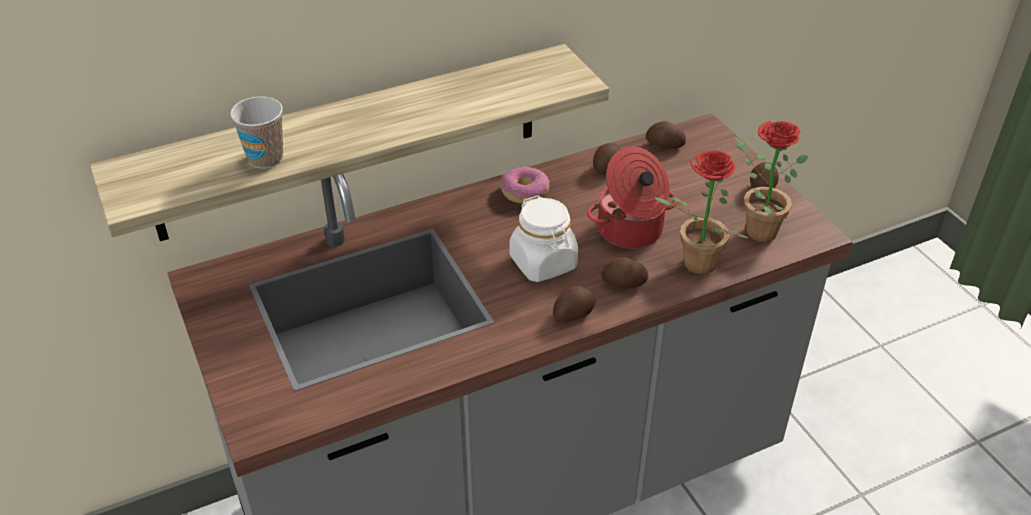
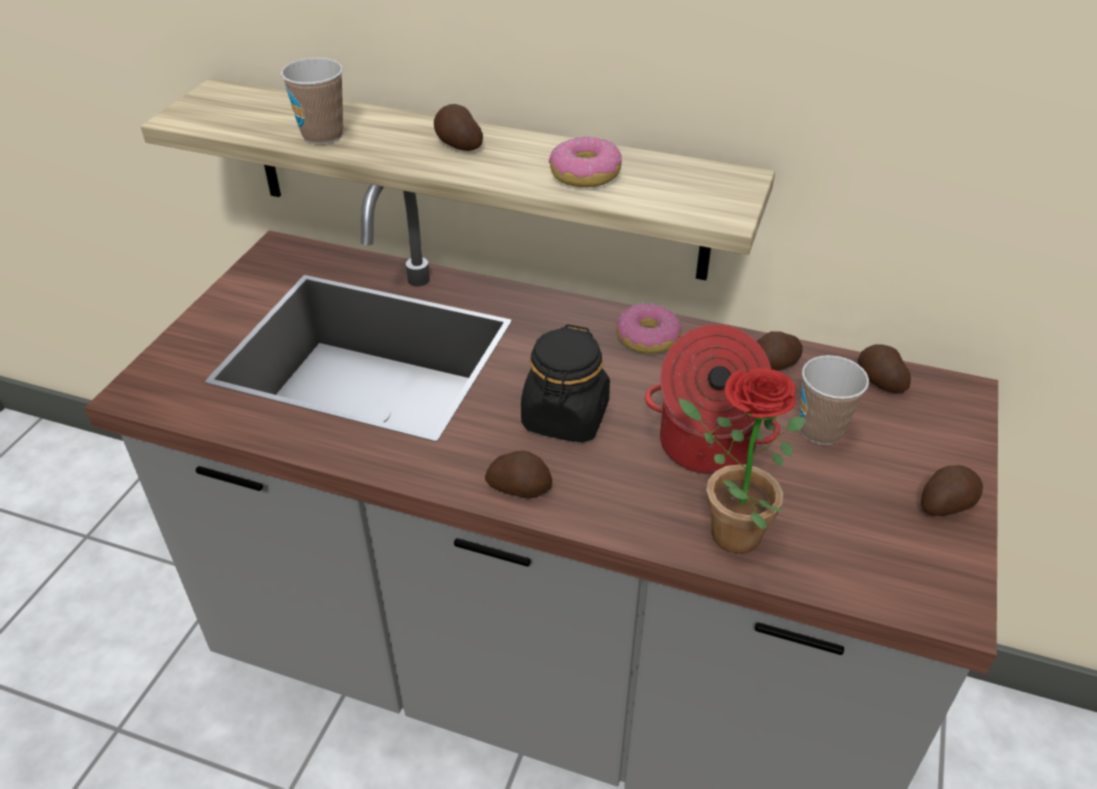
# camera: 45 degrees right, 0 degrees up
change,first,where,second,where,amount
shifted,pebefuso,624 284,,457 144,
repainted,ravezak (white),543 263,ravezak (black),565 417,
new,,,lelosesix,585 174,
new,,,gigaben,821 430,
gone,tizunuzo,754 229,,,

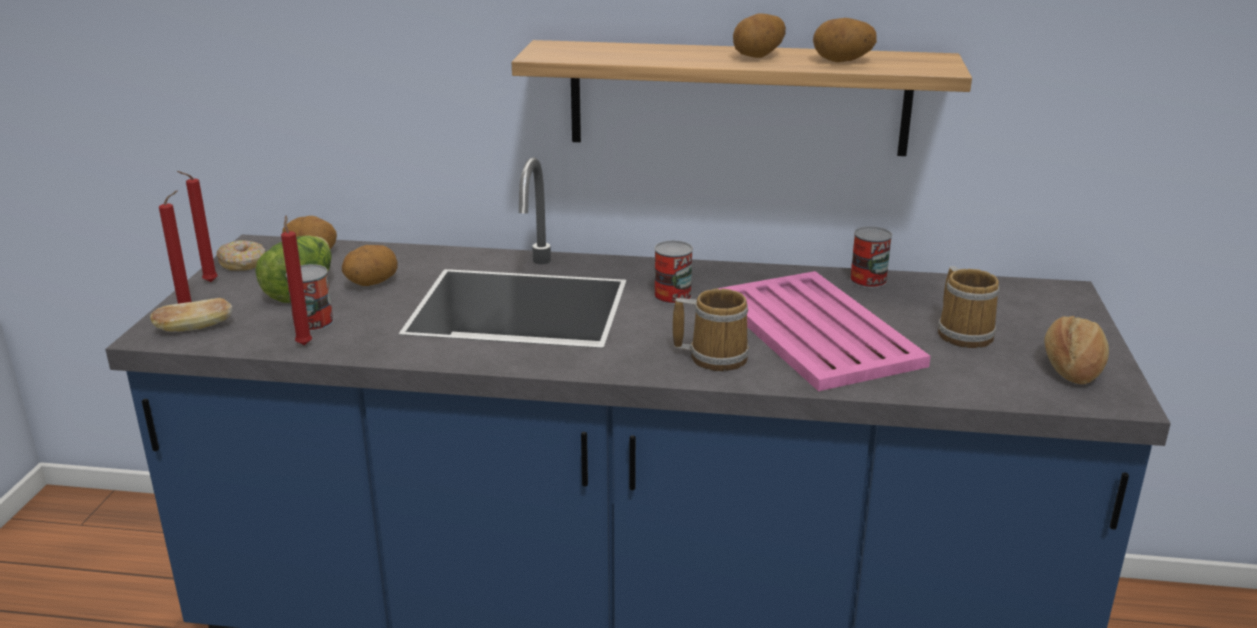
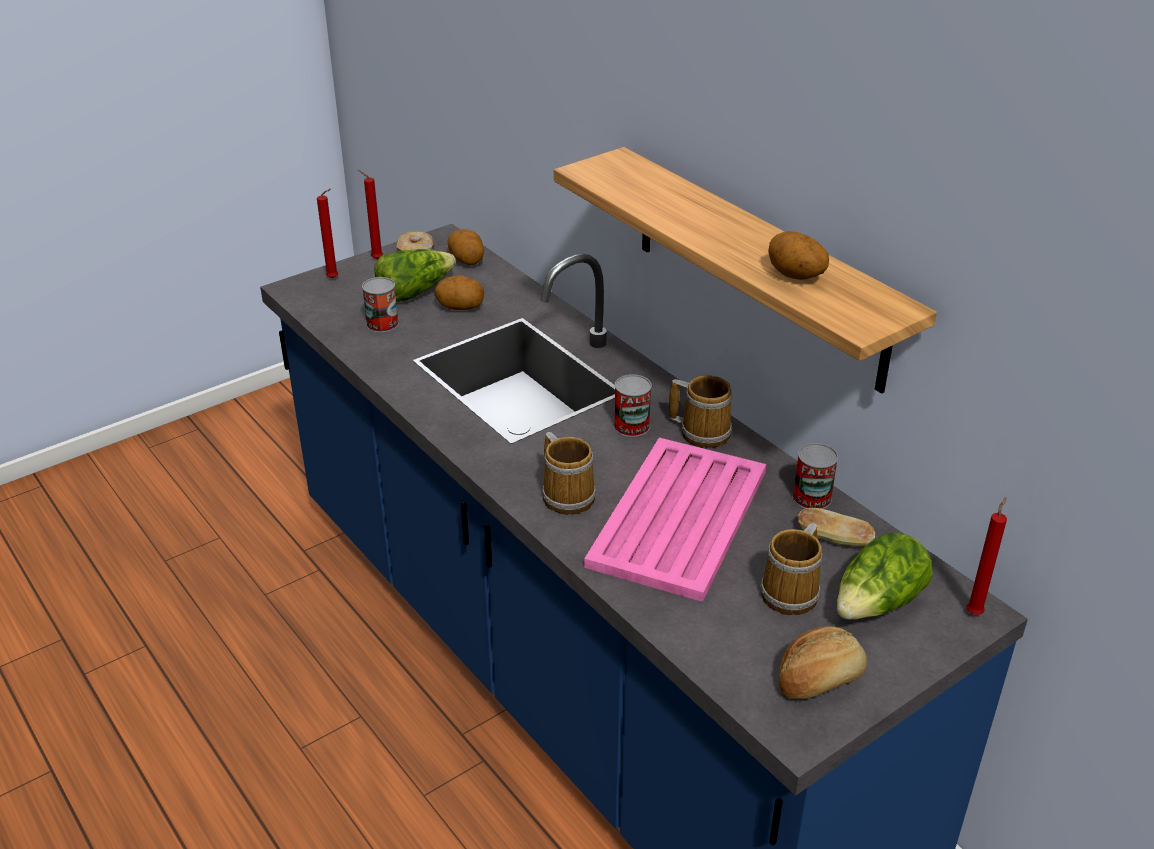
# camera: 45 degrees right, 10 degrees up
change,first,where,second,where,amount
new,,,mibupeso,702 431,
shifted,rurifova,194 328,,834 539,
new,,,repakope,878 604,
shifted,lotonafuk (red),304 344,,975 612,
gone,pebefuso,758 56,,,

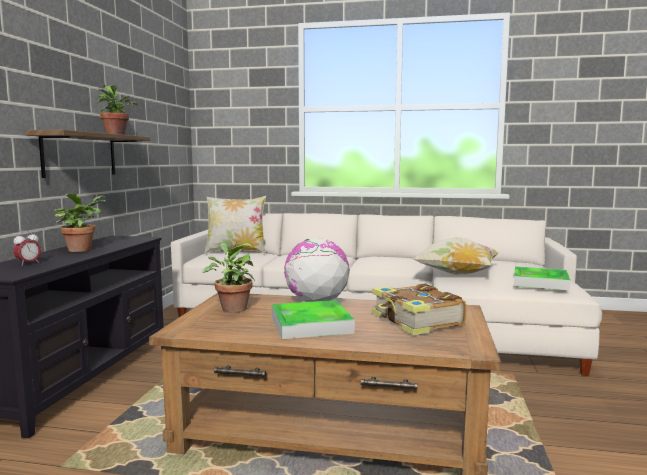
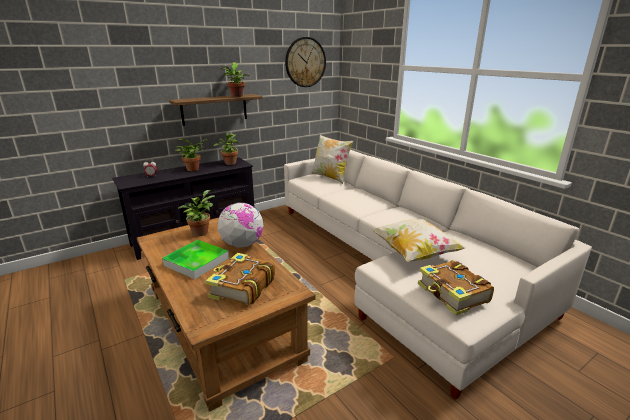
# camera: 45 degrees right, 15 degrees up
change,first,where,second,where,amount
new,,,tizunuzo,229 163,
new,,,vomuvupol,305 62,
swapped,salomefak,540 282,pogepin,453 294,

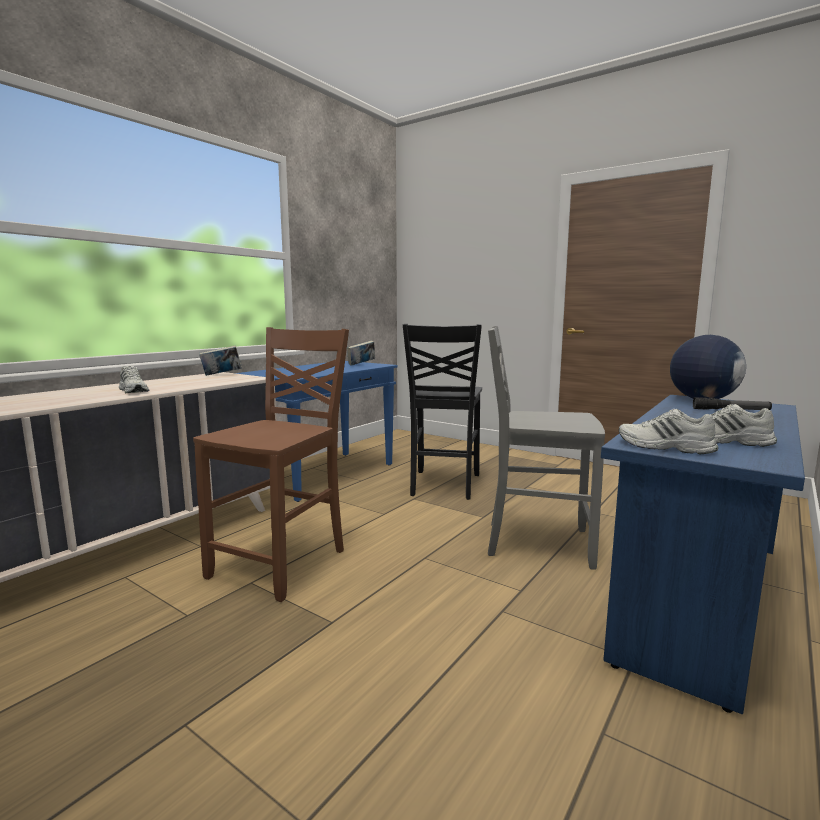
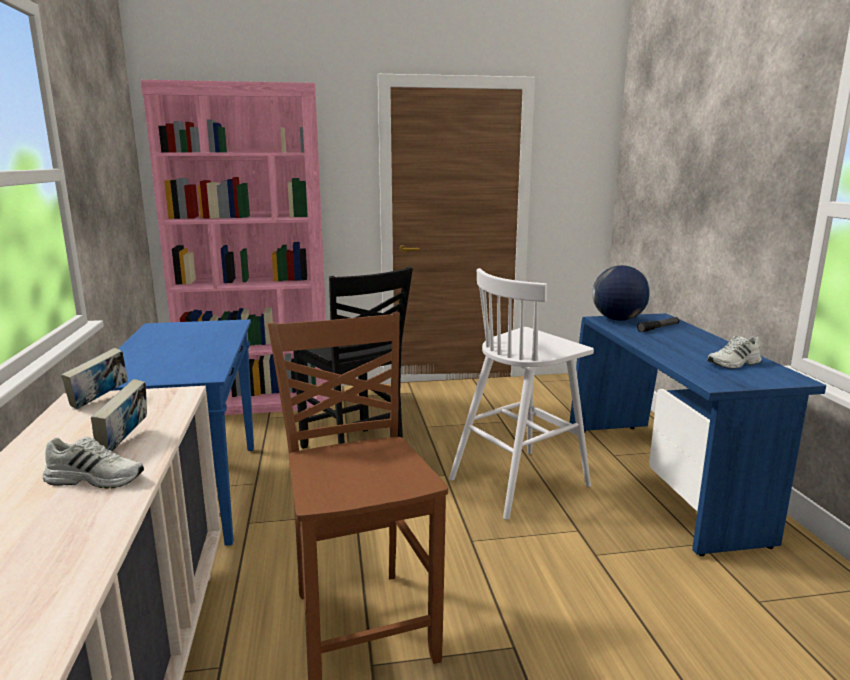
# camera: 45 degrees left, 5 degrees up
change,first,where,second,where,amount
shifted,pogepin,361 364,,125 442,
new,,,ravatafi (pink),260 402,
swapped,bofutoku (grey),536 543,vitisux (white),521 482,
gone,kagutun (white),664 447,,,

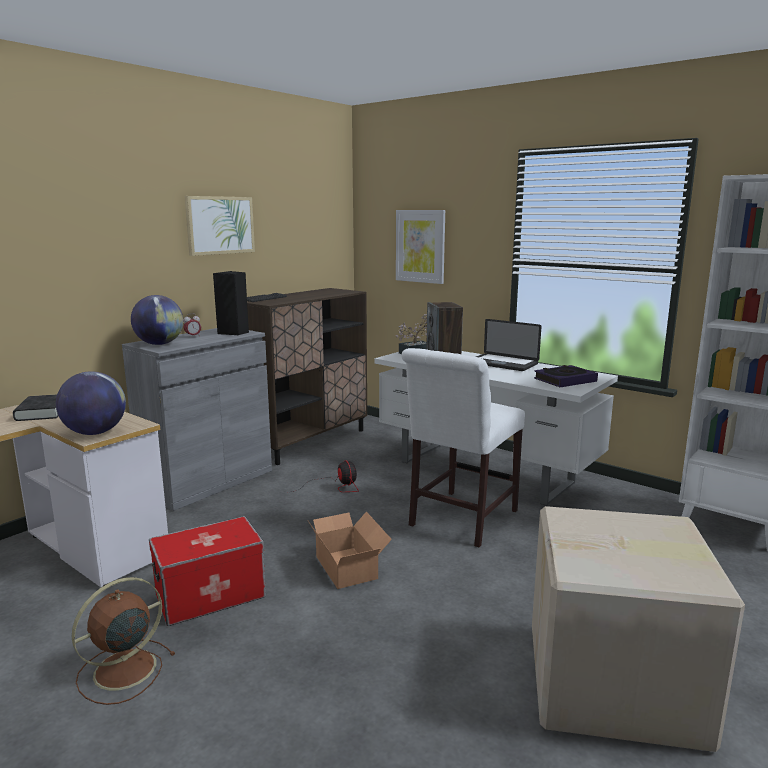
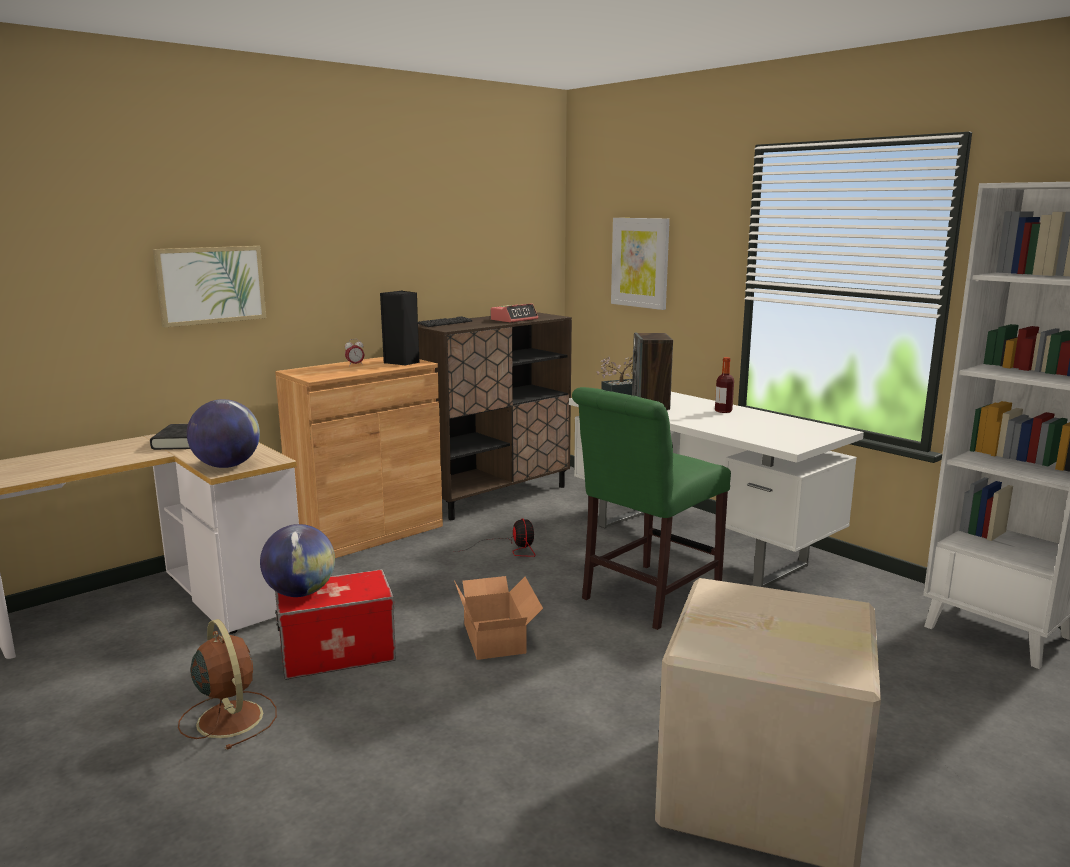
# camera: 10 degrees right, 0 degrees up
change,first,where,second,where,amount
shifted,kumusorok,220 225,,211 285,
rotated,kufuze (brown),122 671,,229 717,90 degrees clockwise
shifted,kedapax,159 344,,300 593,
repainted,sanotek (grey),208 481,sanotek (brown),367 533,
new,,,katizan,514 319,
repainted,bofutoku (white),459 520,bofutoku (green),645 597,
swapped,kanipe,503 363,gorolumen,723 411,
gone,pogepin,565 380,,,

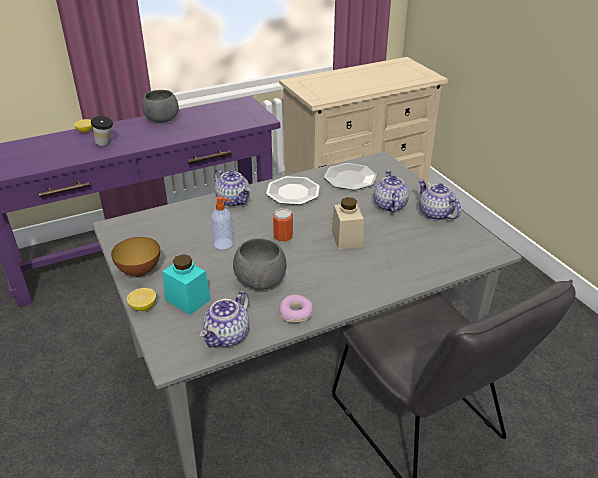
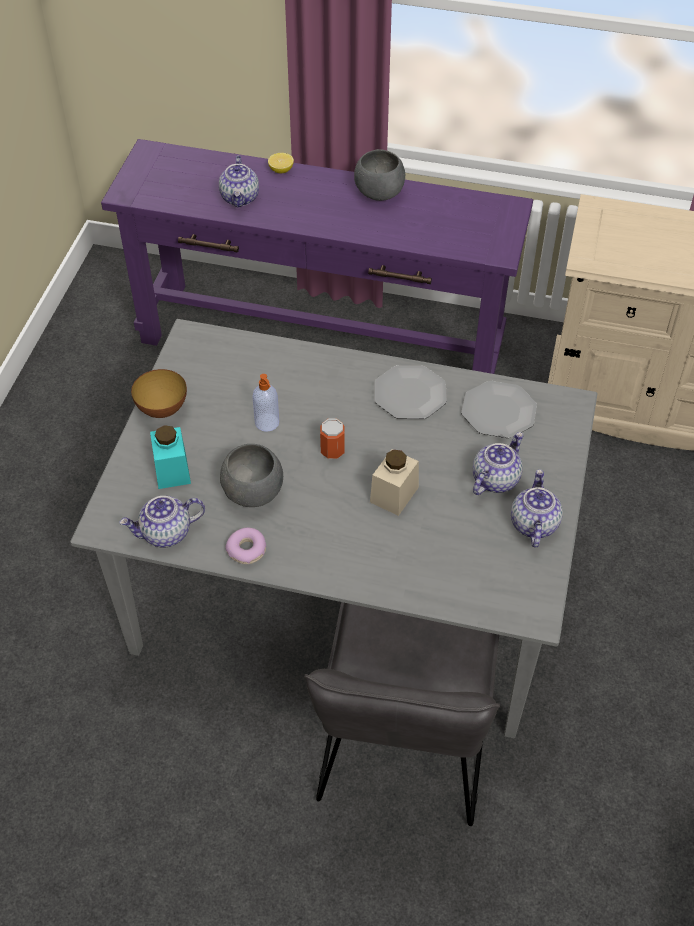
# camera: 40 degrees right, 15 degrees up
change,first,where,second,where,amount
shifted,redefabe,233 200,,240 198,
gone,gigaben,105 144,,,
gone,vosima,143 307,,,

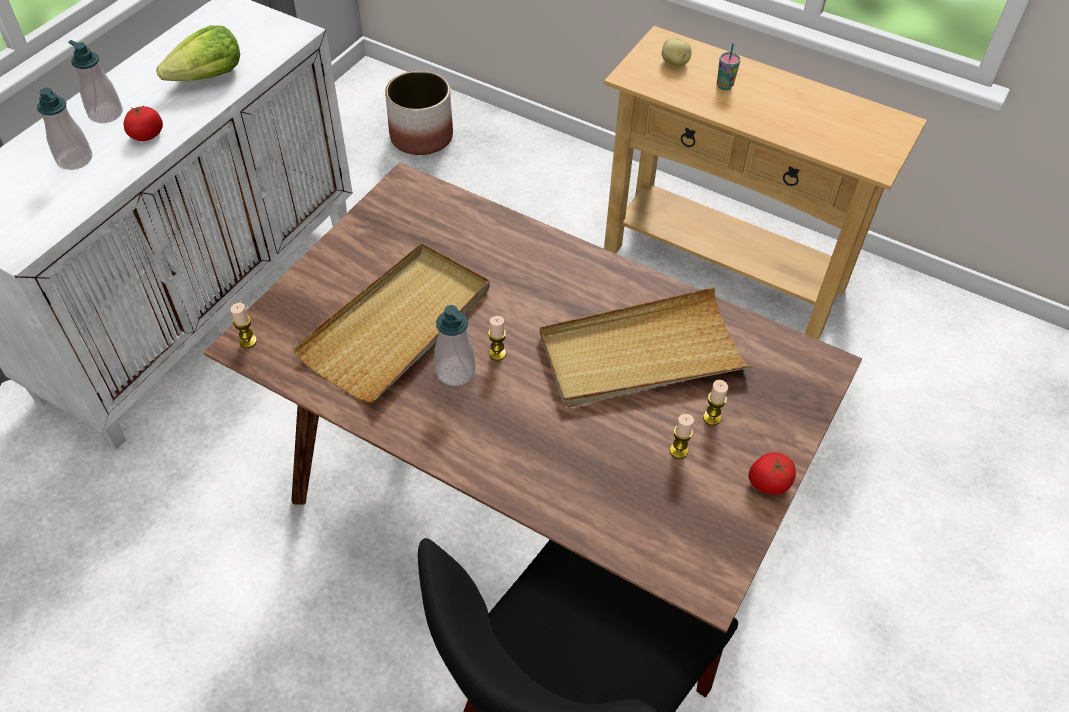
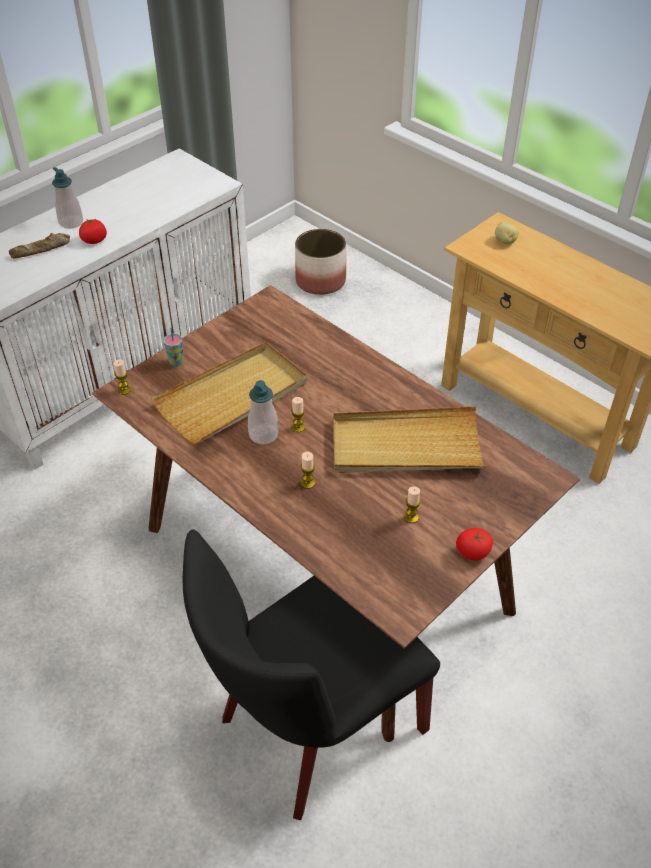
# camera: 15 degrees right, 5 degrees down
change,first,where,second,where,amount
swapped,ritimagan,75 159,rurifova,41 250,
shifted,gigaben,724 86,,176 362,
shifted,lotonafuk,712 418,,308 483,
gone,repakope,208 77,,,

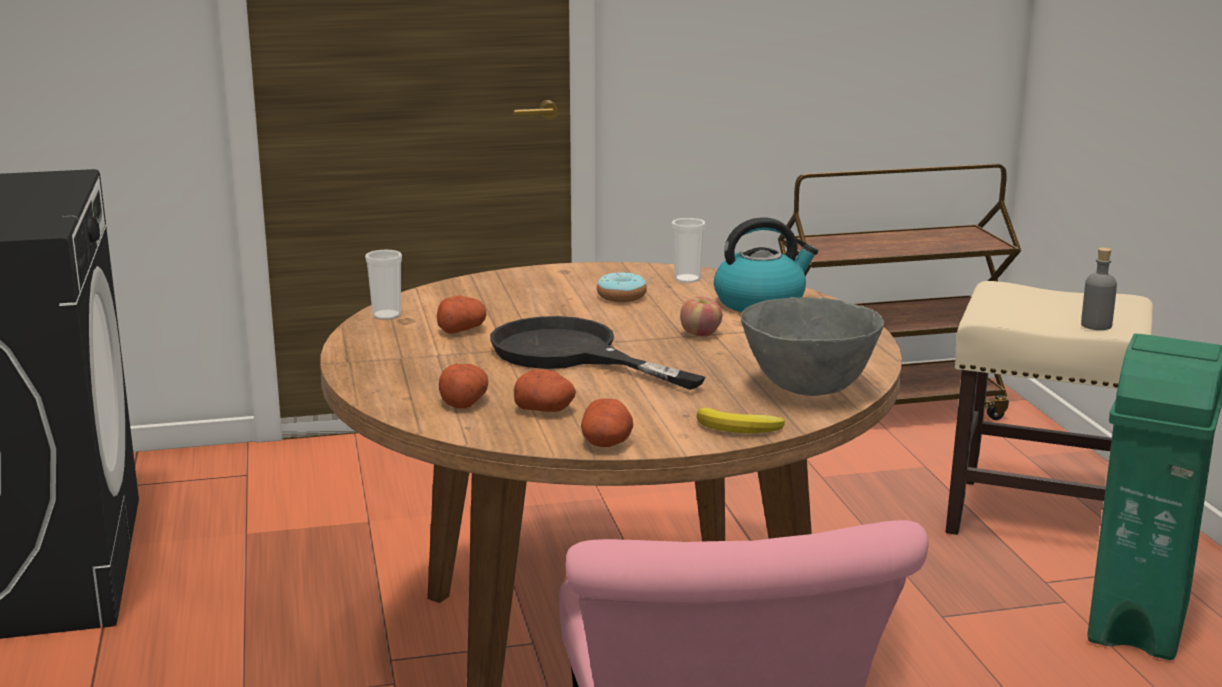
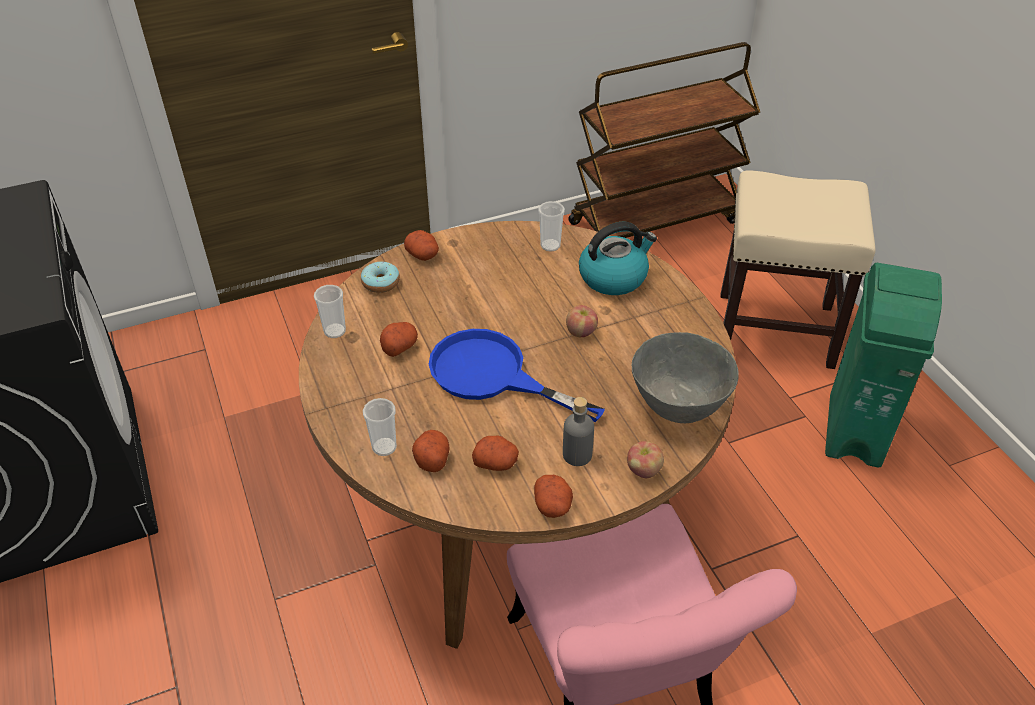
# camera: 10 degrees left, 25 degrees up
change,first,where,second,where,amount
shifted,lelosesix,621 296,,380 283,
new,,,gigaben,384 447,
new,,,pebefuso,423 255,
repainted,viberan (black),571 354,viberan (blue),492 375,
shifted,gorolumen (grey),1096 325,,577 455,
swapped,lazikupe,741 428,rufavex,643 470,

